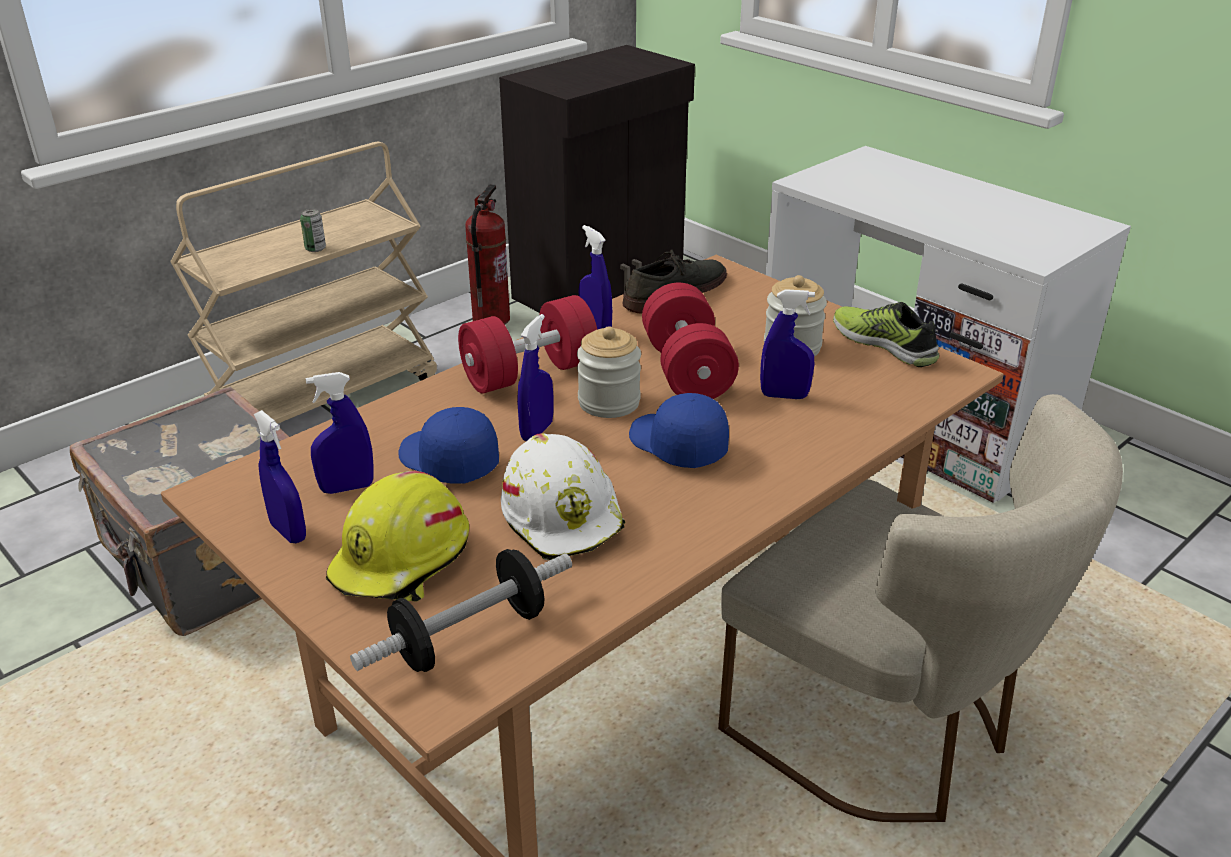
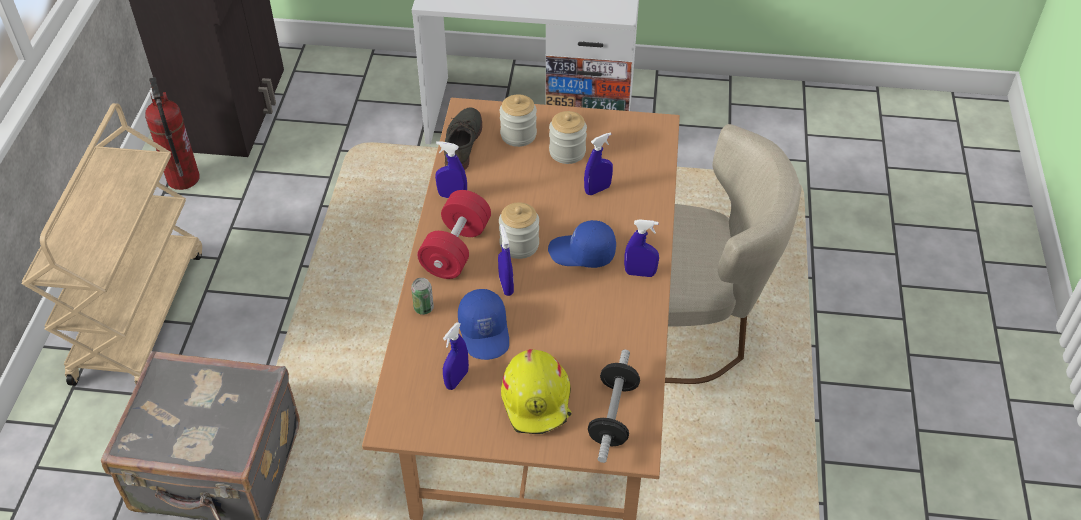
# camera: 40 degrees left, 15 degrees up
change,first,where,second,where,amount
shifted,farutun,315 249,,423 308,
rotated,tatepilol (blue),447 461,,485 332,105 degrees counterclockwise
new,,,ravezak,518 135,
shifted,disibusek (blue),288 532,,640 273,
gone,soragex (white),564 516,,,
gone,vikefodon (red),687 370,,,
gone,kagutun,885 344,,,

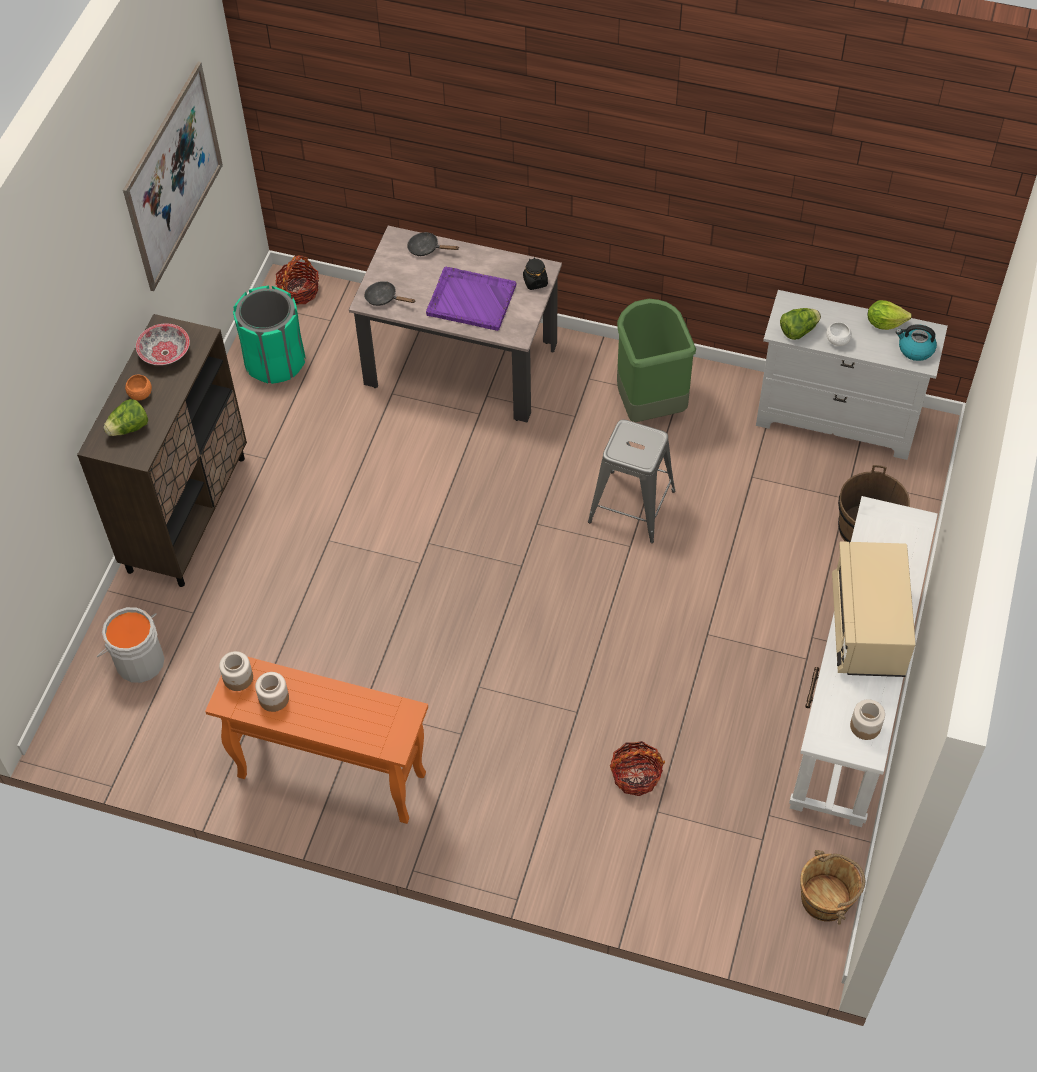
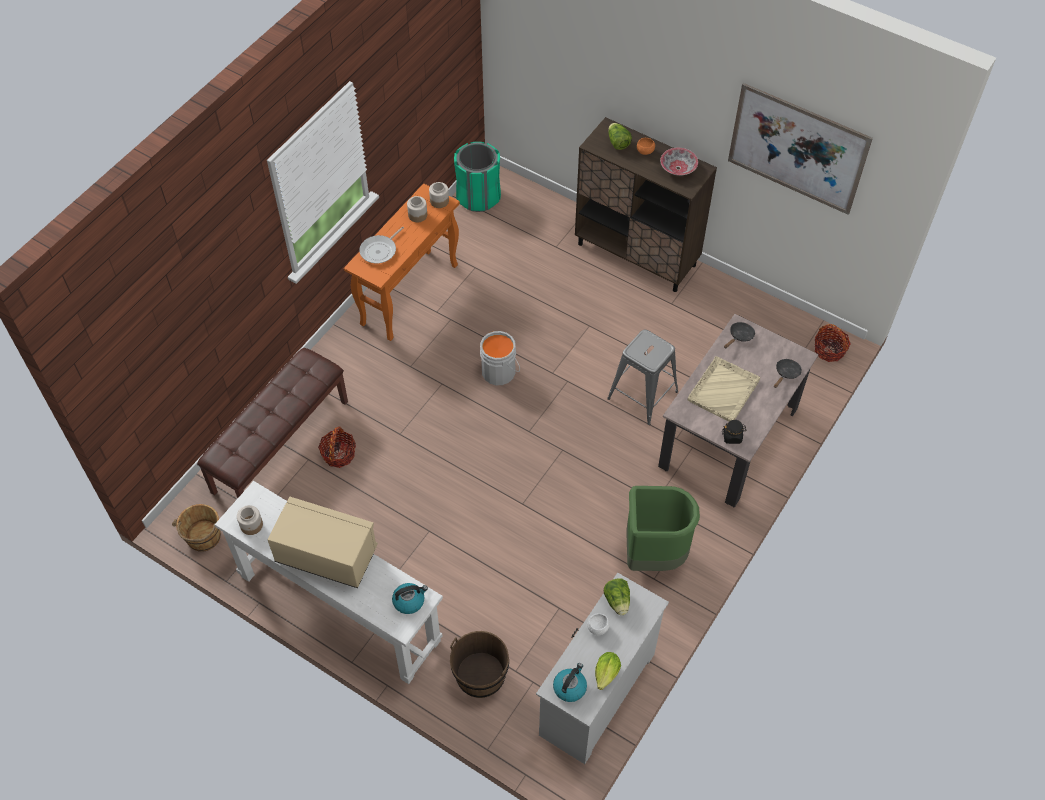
# camera: 105 degrees right, 0 degrees up
change,first,where,second,where,amount
new,,,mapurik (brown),280 445,
new,,,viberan,380 250,
new,,,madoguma,409 601,
shifted,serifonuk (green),274 361,,478 196,
shifted,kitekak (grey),138 660,,500 371,
shifted,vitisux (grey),632 506,,642 395,
repainted,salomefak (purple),470 300,salomefak (beige),724 390,

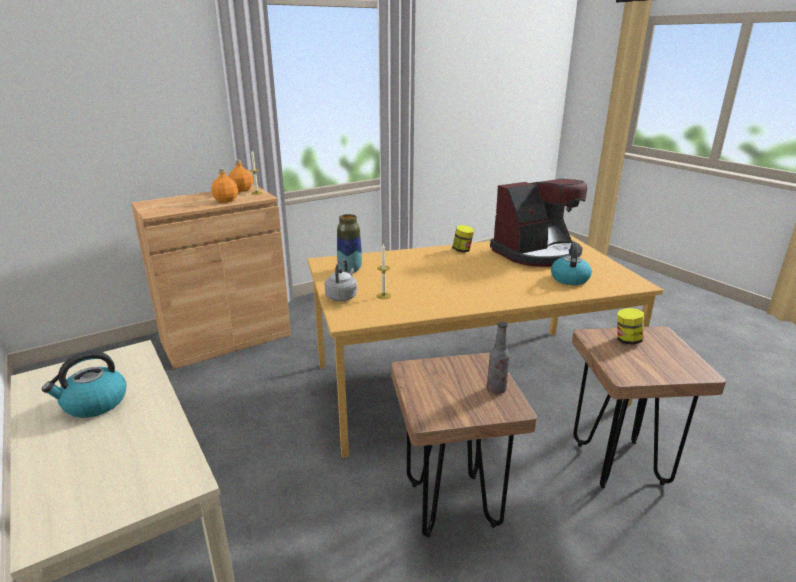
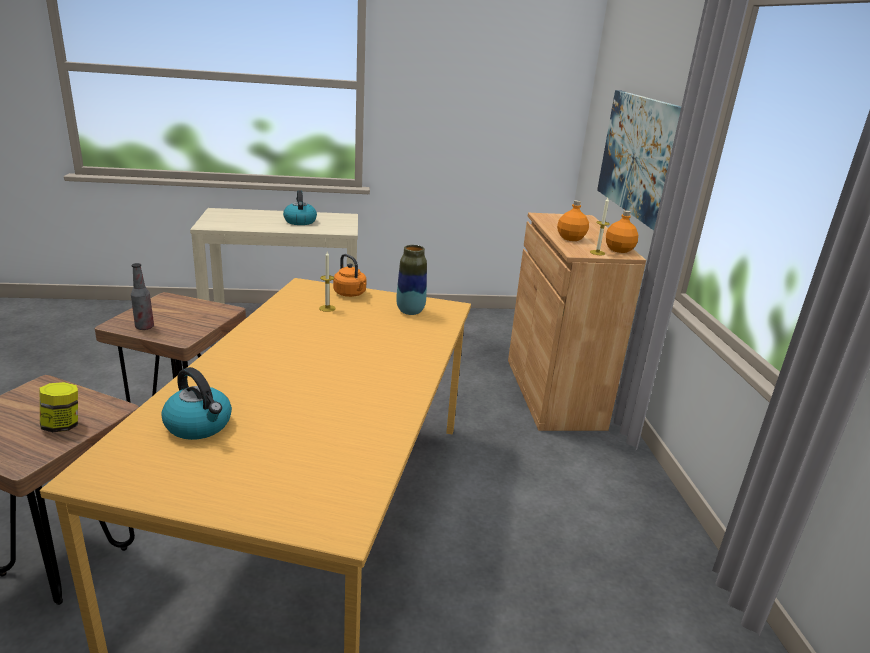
# camera: 115 degrees right, 0 degrees up
change,first,where,second,where,amount
repainted,madoguma (grey),342 296,madoguma (orange),351 294,
new,,,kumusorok,640 156,
gone,ravezak,462 250,,,
gone,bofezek,537 253,,,

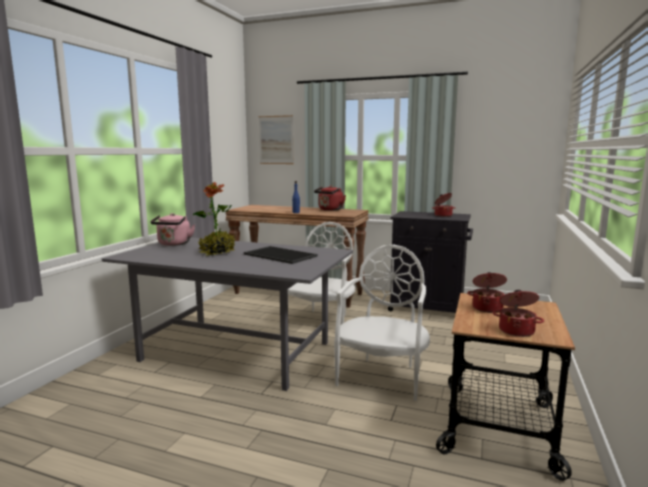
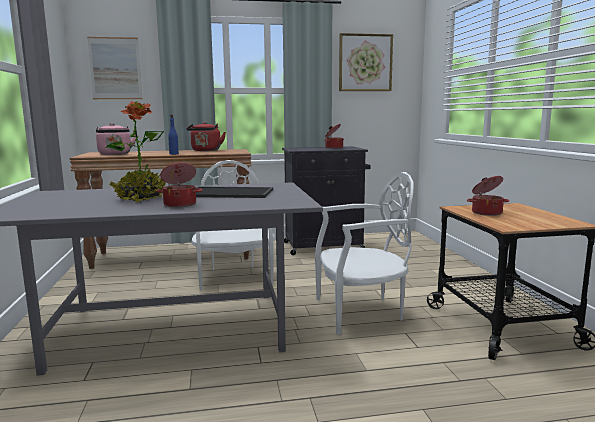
# camera: 30 degrees left, 0 degrees up
change,first,where,second,where,amount
shifted,madoguma (pink),173 244,,115 154,
shifted,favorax,516 330,,180 204,
rotated,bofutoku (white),382 376,,361 312,90 degrees clockwise
new,,,kumusorok,365 63,

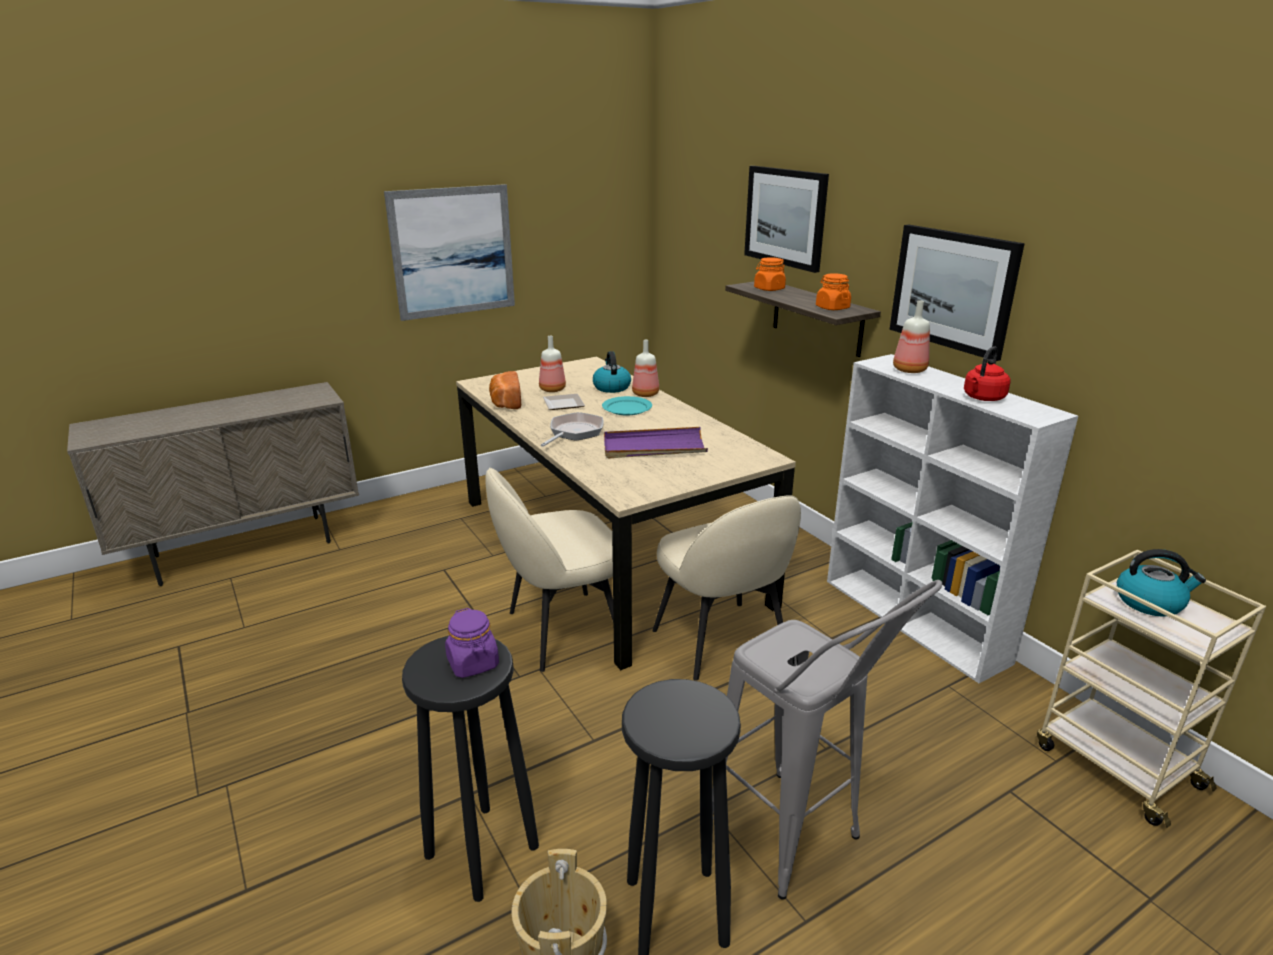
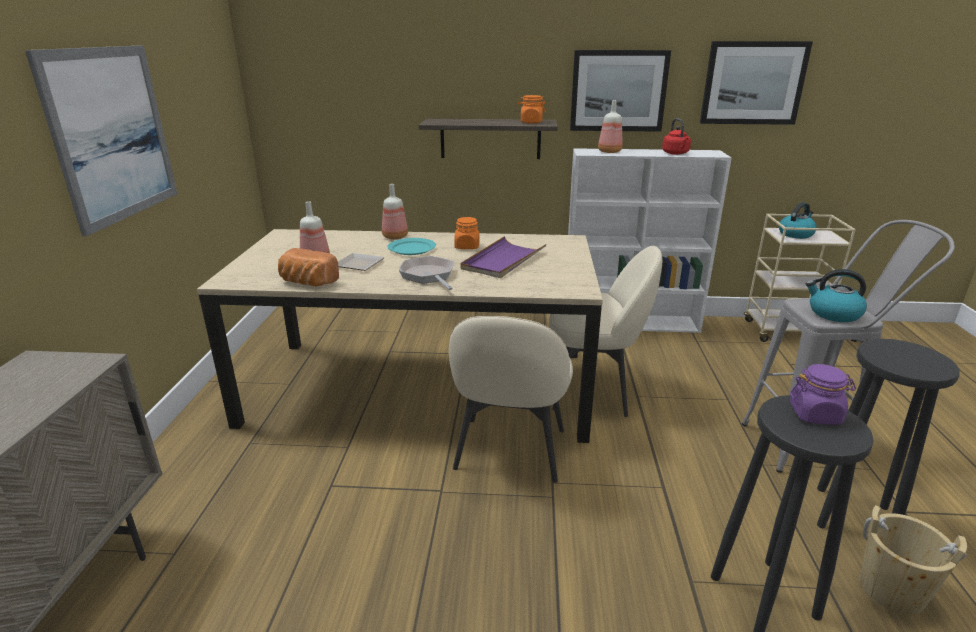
# camera: 55 degrees left, 0 degrees up
change,first,where,second,where,amount
shifted,ravezak (orange),769 289,,467 246,
shifted,kumusorok,785 217,,753 83,
shifted,madoguma,611 387,,833 314,

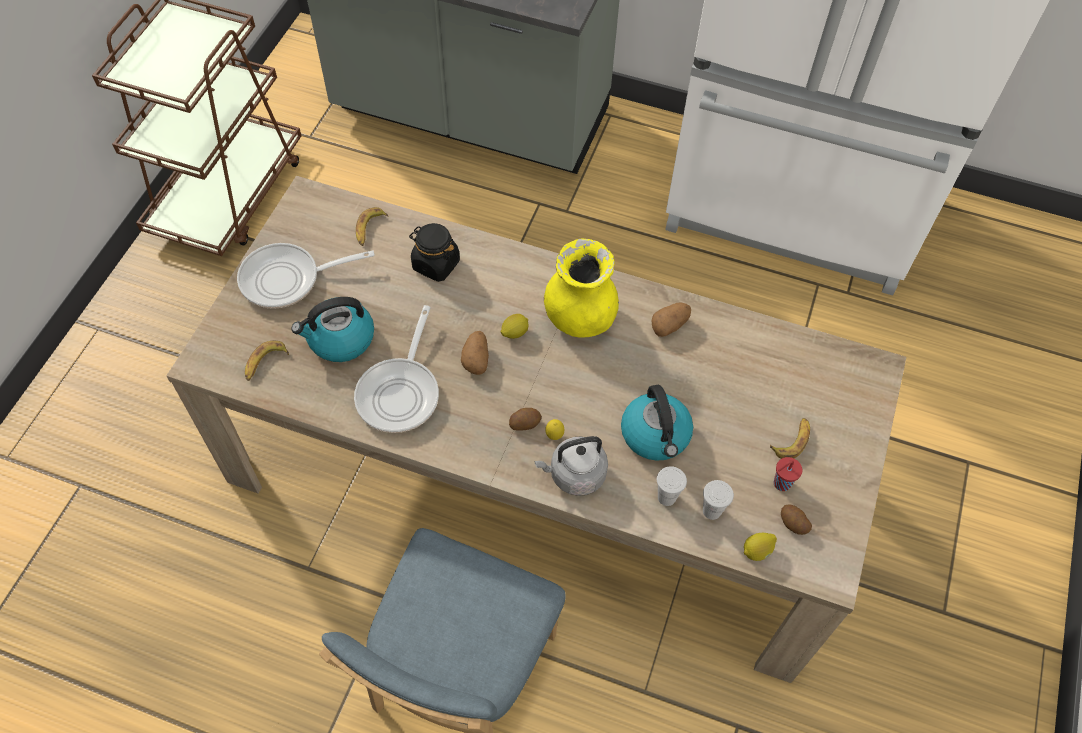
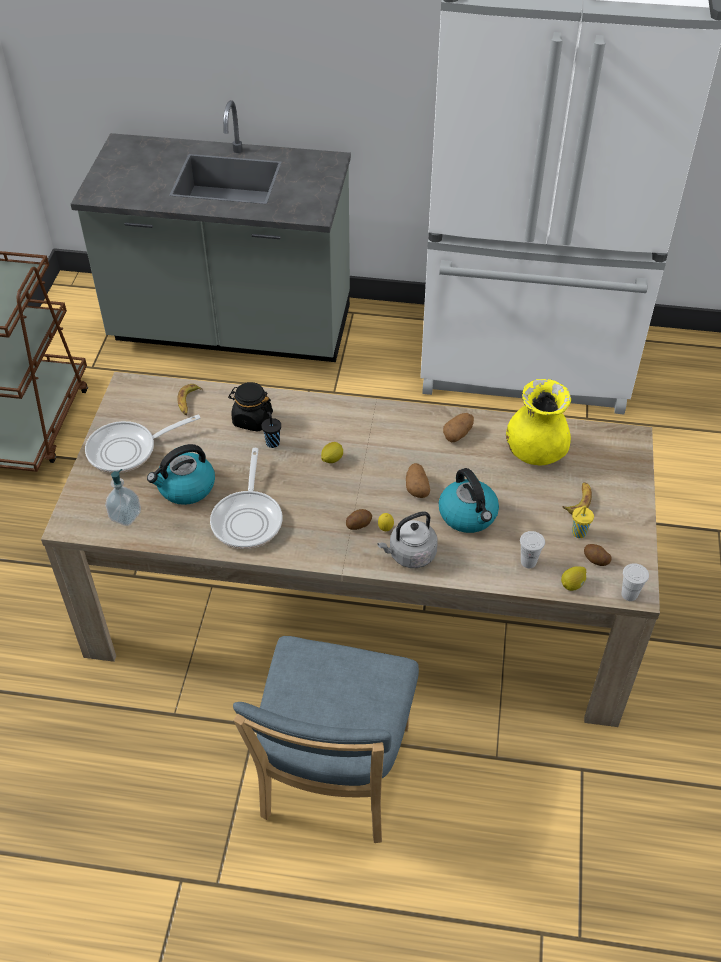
# camera: 10 degrees left, 10 degrees down
change,first,where,second,where,amount
swapped,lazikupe,265 363,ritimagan,125 515,
new,,,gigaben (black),272 442,
shifted,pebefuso,476 359,,417 488,
shifted,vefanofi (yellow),579 318,,535 453,
repainted,gigaben (red),780 484,gigaben (yellow),578 533,
shifted,gigaben (white),666 497,,629 594,

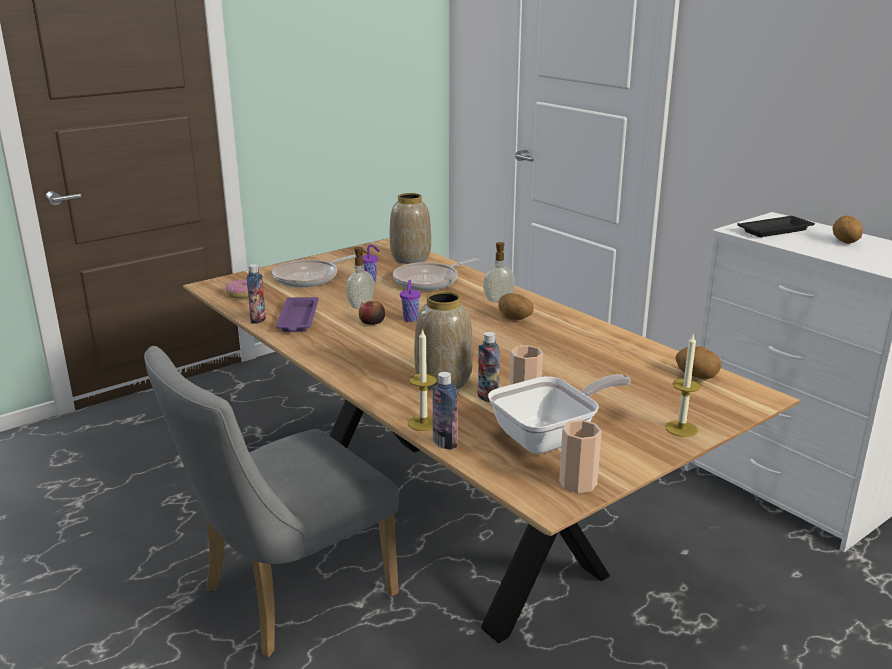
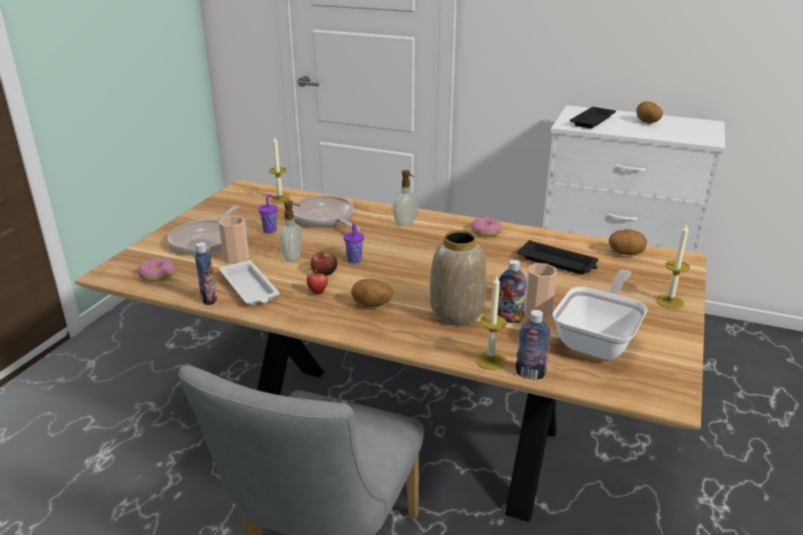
# camera: 30 degrees left, 5 degrees up
change,first,where,second,where,amount
shifted,gigaben,578 483,,236 258,
repainted,salomefak (purple),298 319,salomefak (white),250 288,
swapped,vefanofi,410 259,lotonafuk,280 199,
rotated,viberan,429 281,,325 218,120 degrees clockwise
new,,,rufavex,317 292,
shifted,pebefuso,514 319,,372 305,
new,,,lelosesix,486 232,
new,,,salomefak (black),558 262,

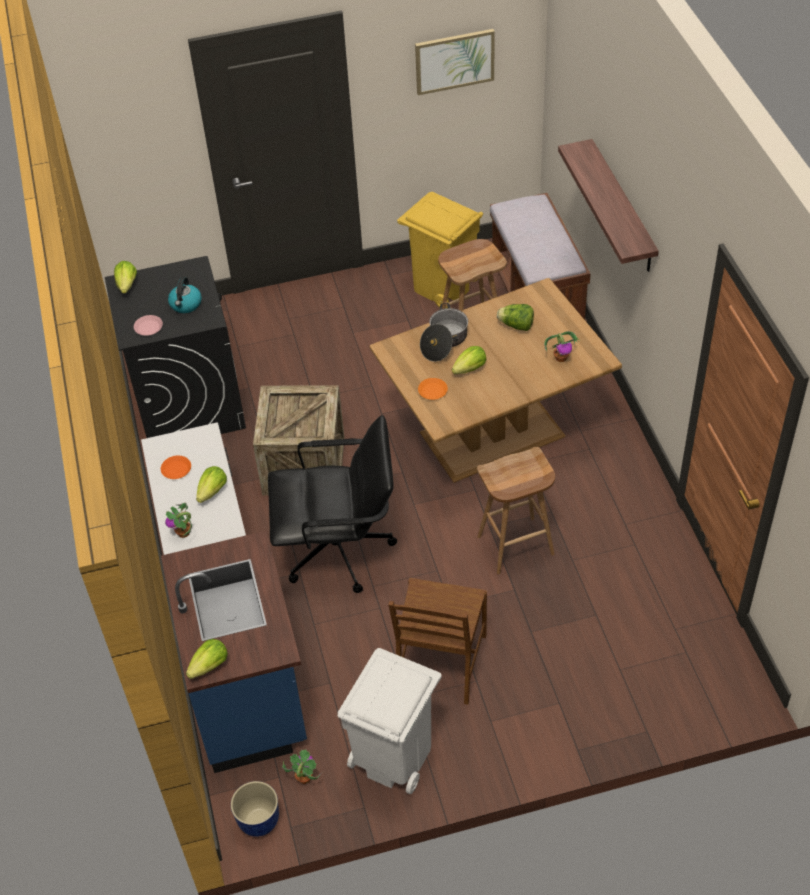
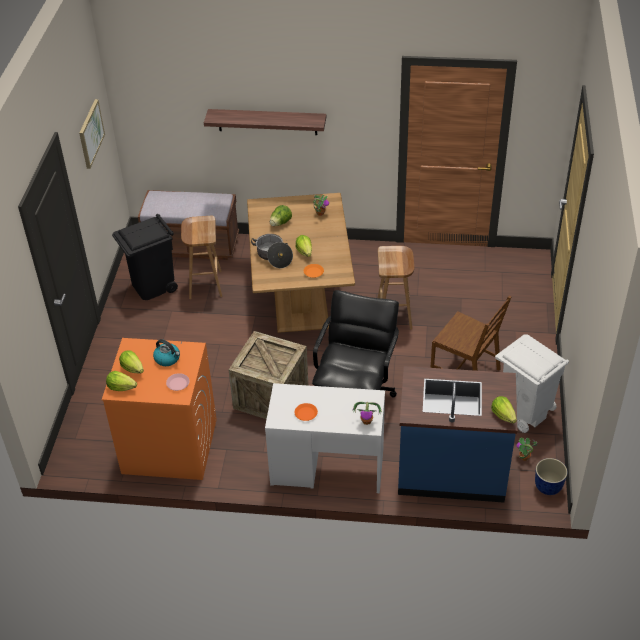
# camera: 70 degrees left, 5 degrees down
change,first,where,second,where,amount
repainted,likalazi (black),189 402,likalazi (orange),169 446,
repainted,serifonuk (yellow),443 287,serifonuk (black),153 286,
shifted,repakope,212 491,,132 368,

